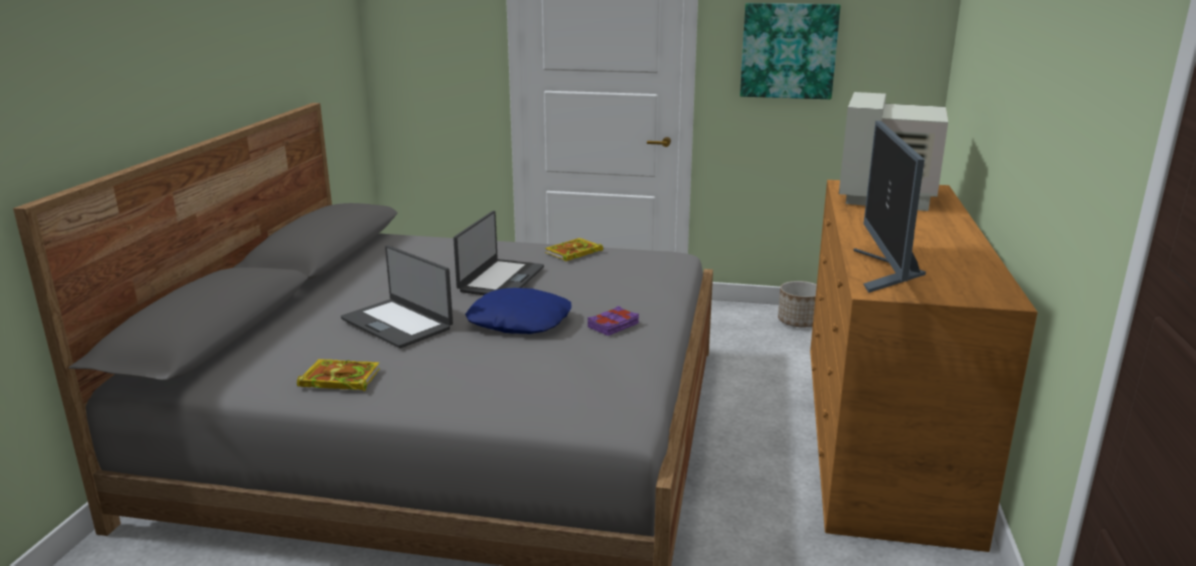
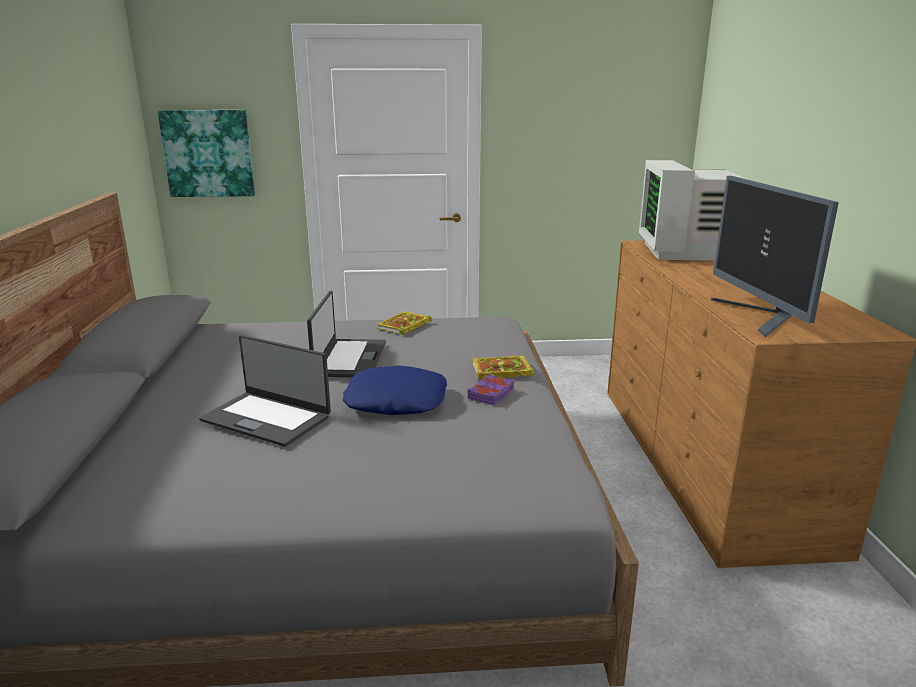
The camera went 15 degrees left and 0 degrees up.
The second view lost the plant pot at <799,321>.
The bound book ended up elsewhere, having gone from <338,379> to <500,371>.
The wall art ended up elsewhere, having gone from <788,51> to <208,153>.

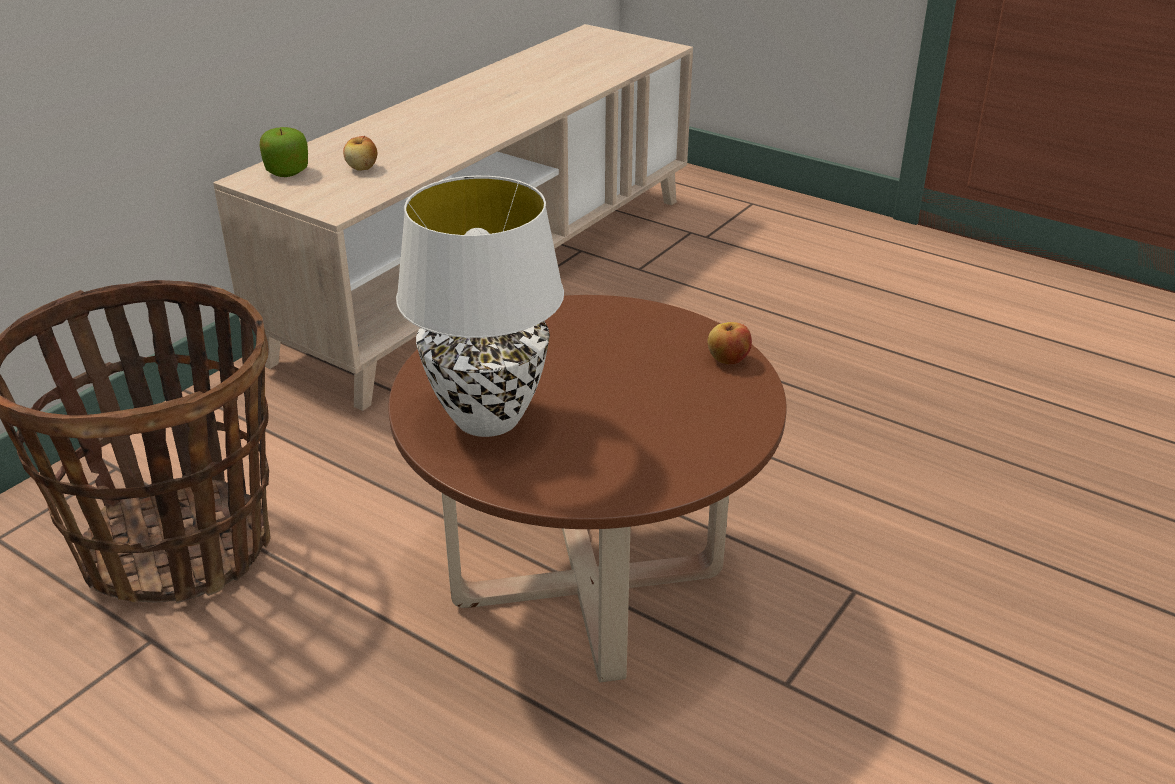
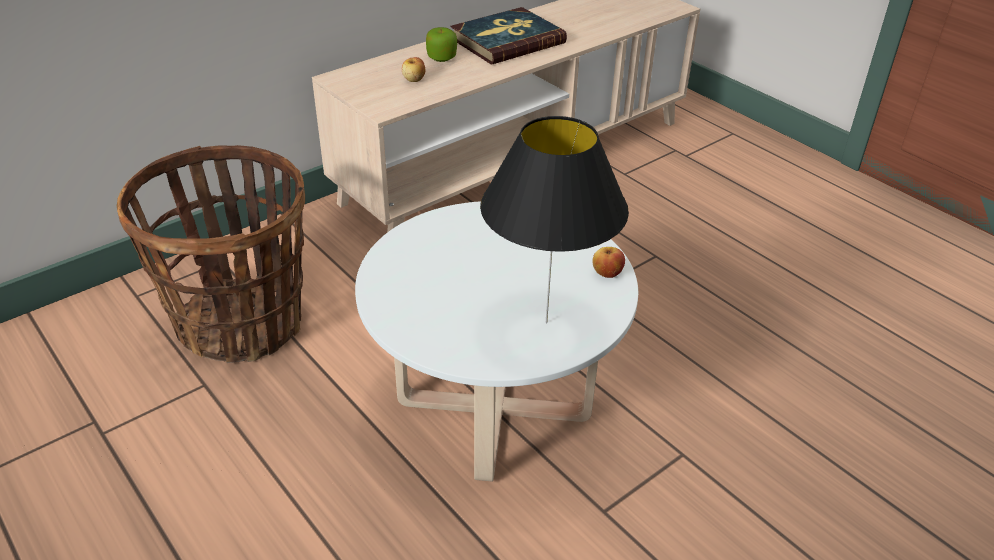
The camera went 15 degrees right and 5 degrees up.
The second view lost the white-coloured lamp for a table at <489,419>.
The second view gained the bound book at <507,41>.
The second view gained the black lamp for a table at <547,322>.
The whole apple ended up elsewhere, having gone from <287,171> to <442,57>.
What was the brown coffee table at <587,584> turned into the white-coloured coffee table at <494,408>.

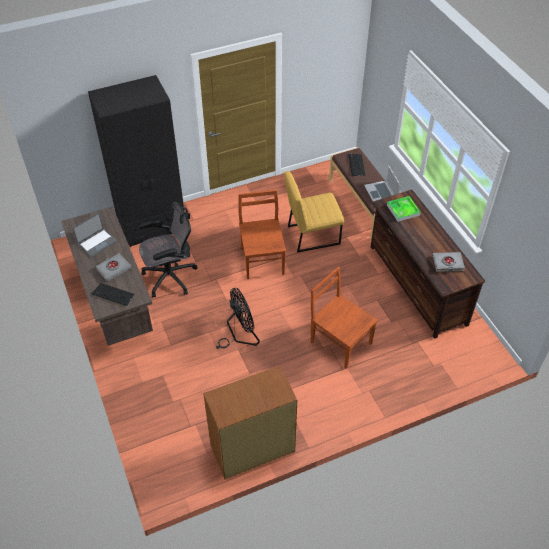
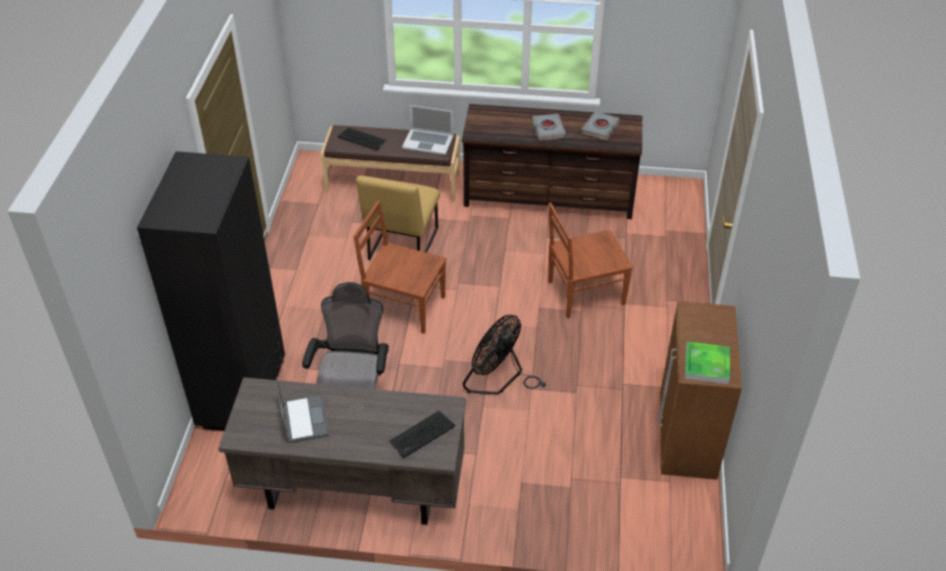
The camera went 60 degrees left and 5 degrees down.
The gray bound book ended up elsewhere, having gone from <113,268> to <548,129>.
The serving tray ended up elsewhere, having gone from <403,210> to <706,365>.
The black cooling fan at <238,331> ended up facing another way, 60 degrees counterclockwise from before.

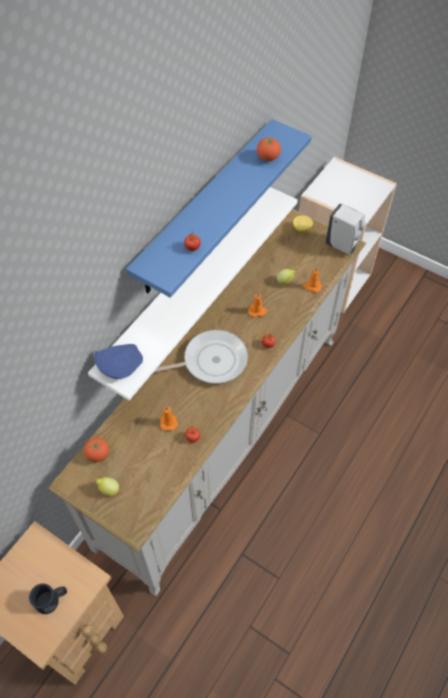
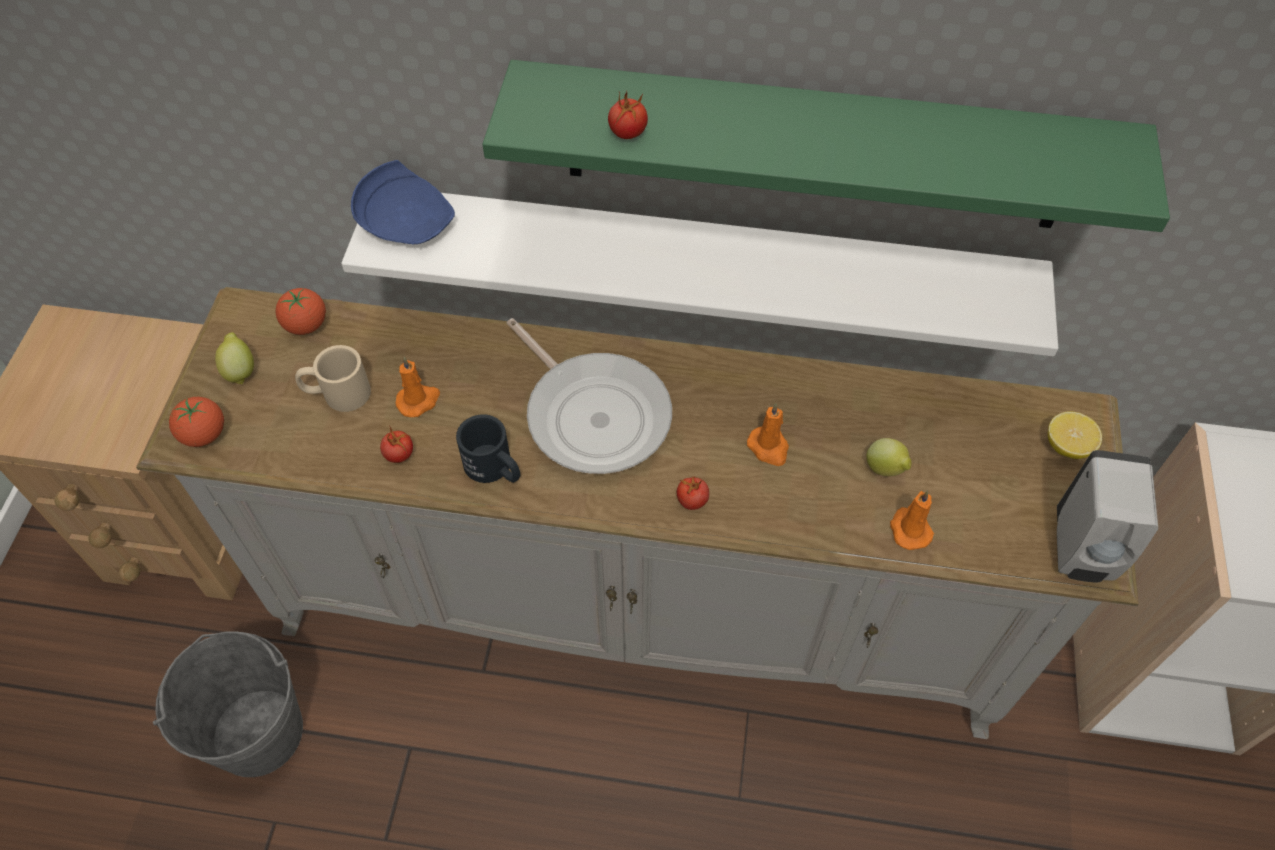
The camera went 65 degrees right and 0 degrees up.
The second view gained the gray water bucket at <258,732>.
The second view gained the beige tea mug at <337,393>.
The black tea mug ended up elsewhere, having gone from <52,599> to <495,469>.
The whole tomato ended up elsewhere, having gone from <268,157> to <204,434>.
What was the blue wall shelf at <205,208> turned into the green wall shelf at <815,147>.

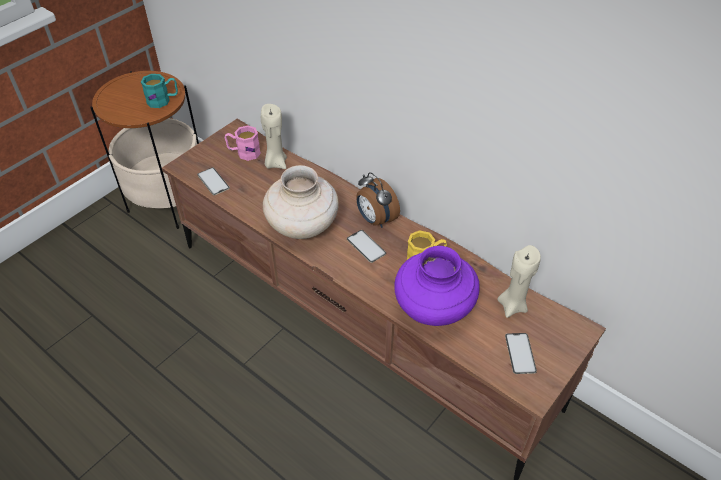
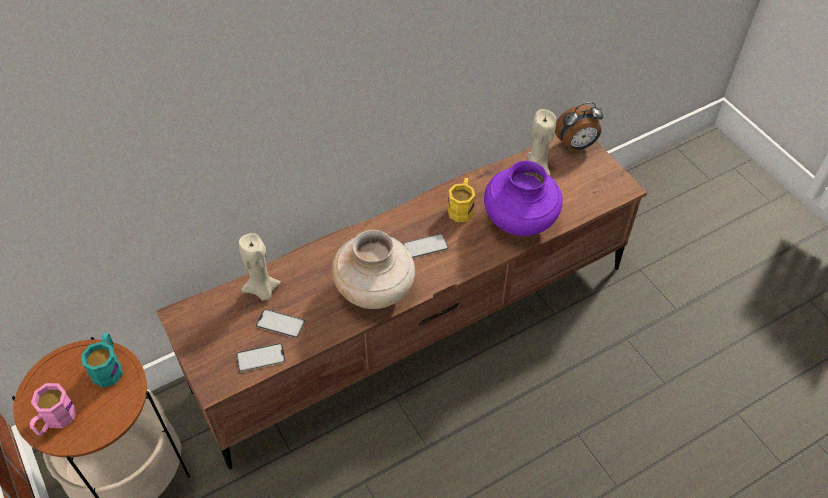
The camera went 70 degrees left and 5 degrees up.
The pink-coloured tea mug ended up elsewhere, having gone from <244,152> to <55,420>.
The alarm clock ended up elsewhere, having gone from <375,220> to <576,145>.
The handset ended up elsewhere, having gone from <520,353> to <280,323>.

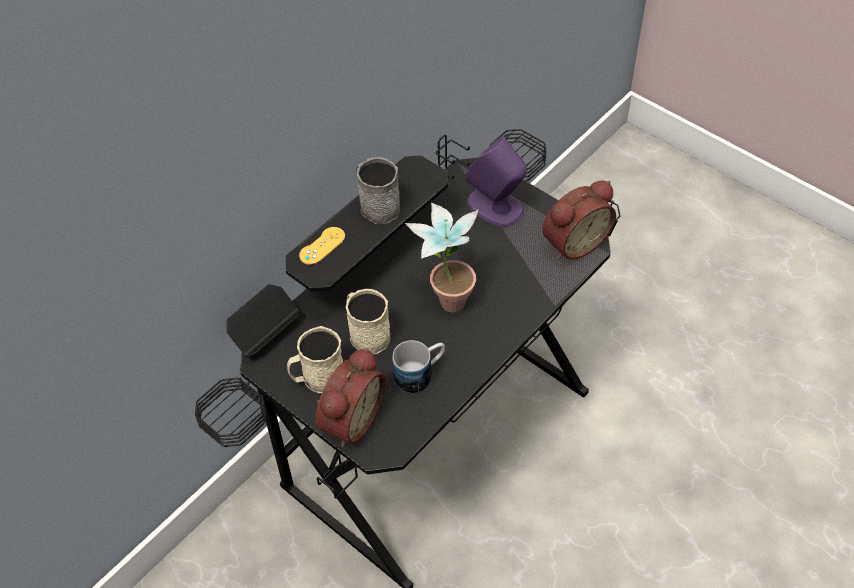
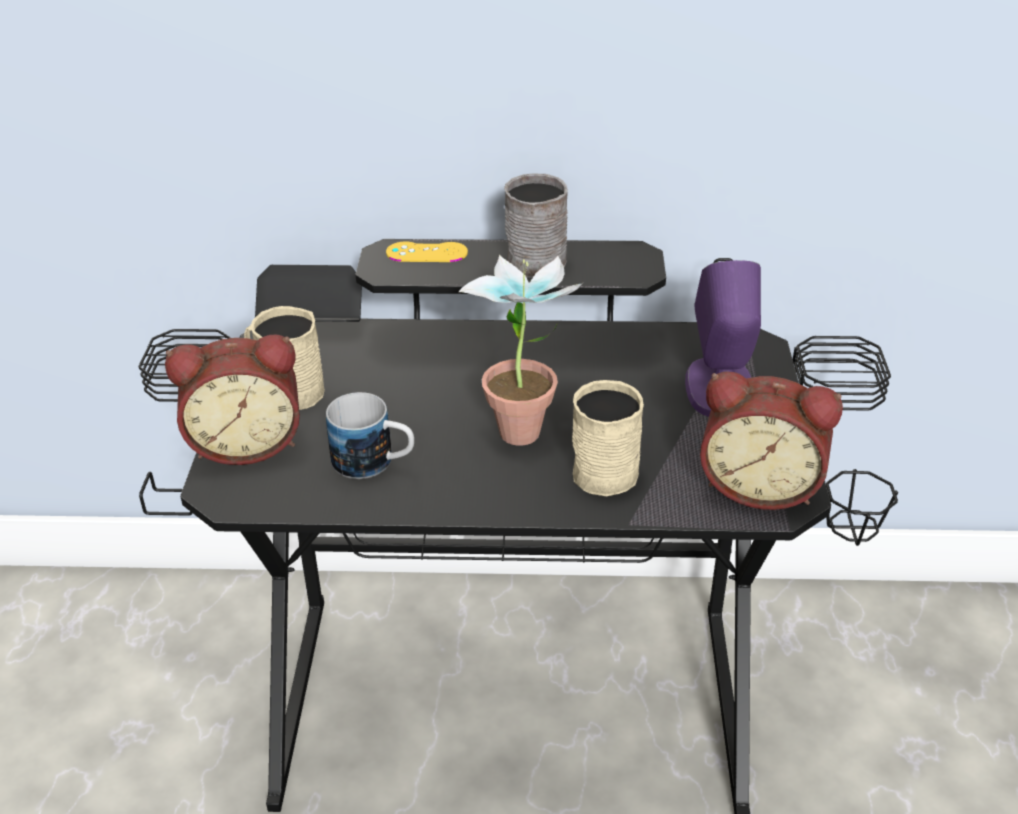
The camera went 50 degrees right and 15 degrees down.
The beige tea mug ended up elsewhere, having gone from <366,334> to <606,466>.

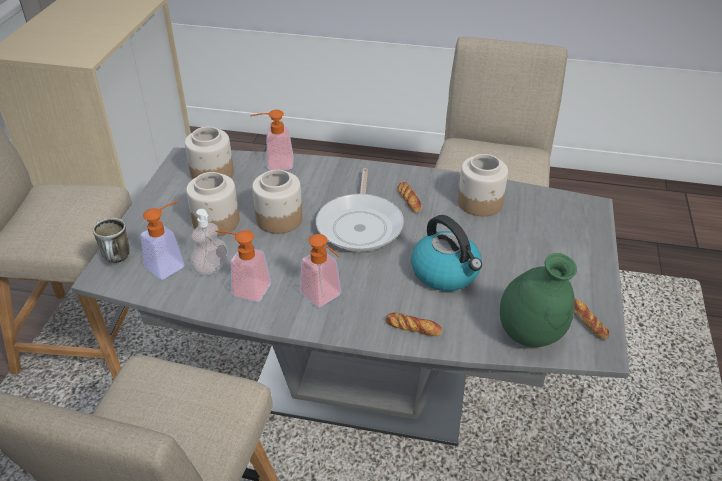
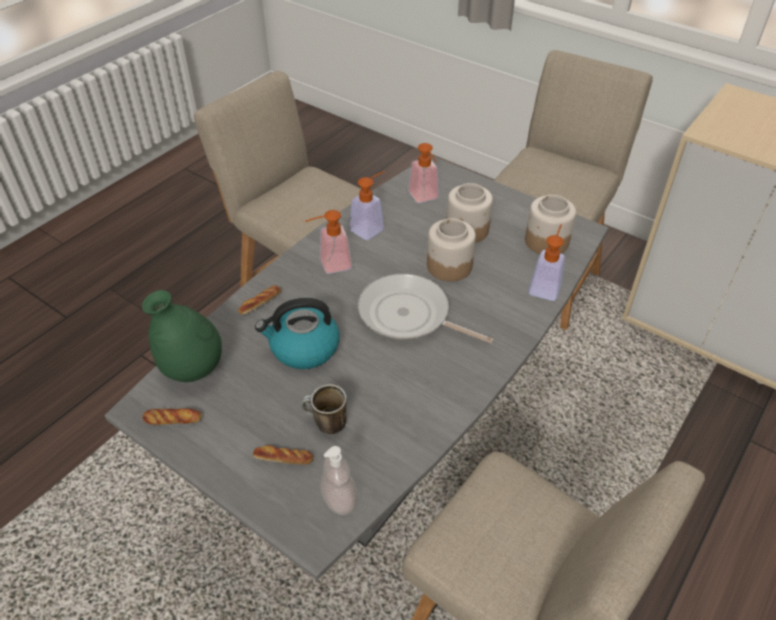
The camera went 115 degrees right and 5 degrees up.
The second view lost the jar at <480,203>.
The tea mug ended up elsewhere, having gone from <118,259> to <325,424>.
The liquid soap bottle ended up elsewhere, having gone from <211,268> to <339,499>.
The baked bread ended up elsewhere, having gone from <409,200> to <283,458>.

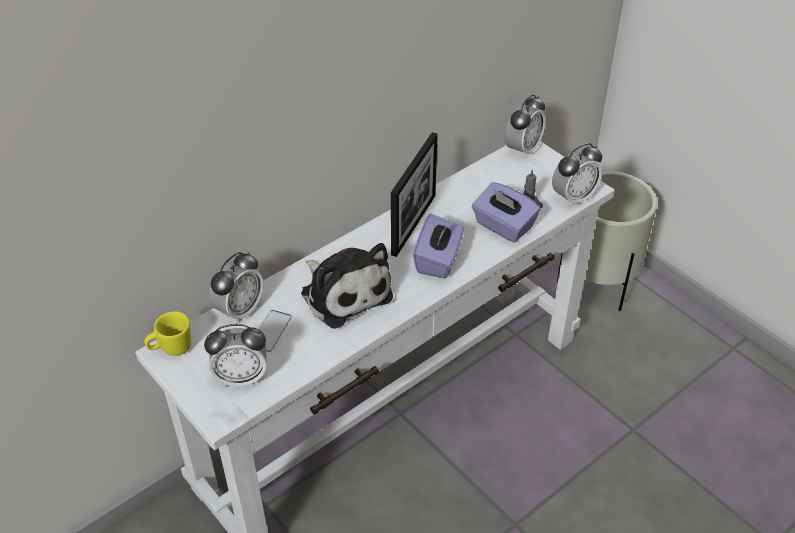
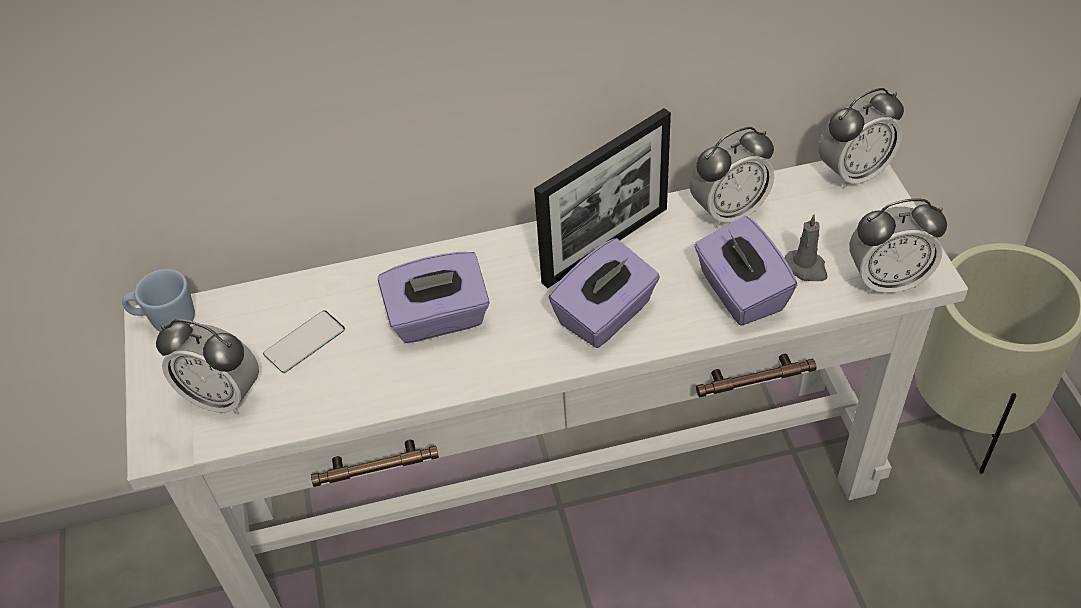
The camera went 30 degrees right and 5 degrees up.
The alarm clock ended up elsewhere, having gone from <239,310> to <728,211>.
Where the cuddly toy stood at <344,292>, the purple-coloured tissue holder came to stand at <439,319>.
What was the yellowish tea mug at <171,349> turned into the blue tea mug at <166,321>.

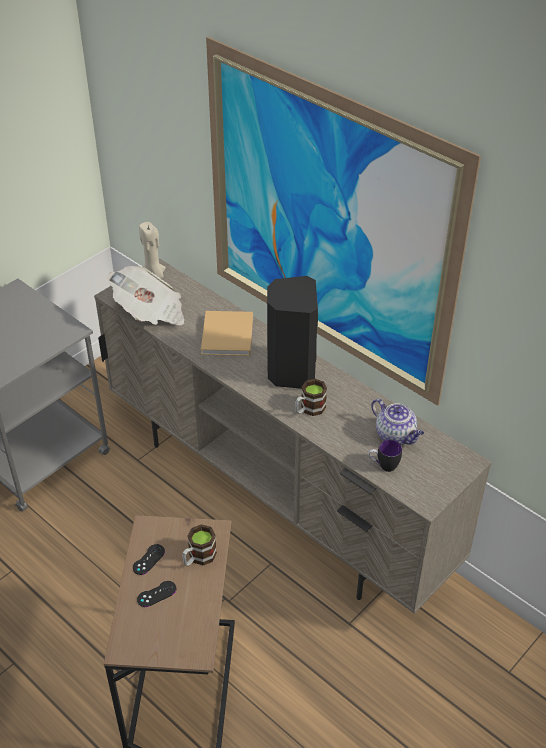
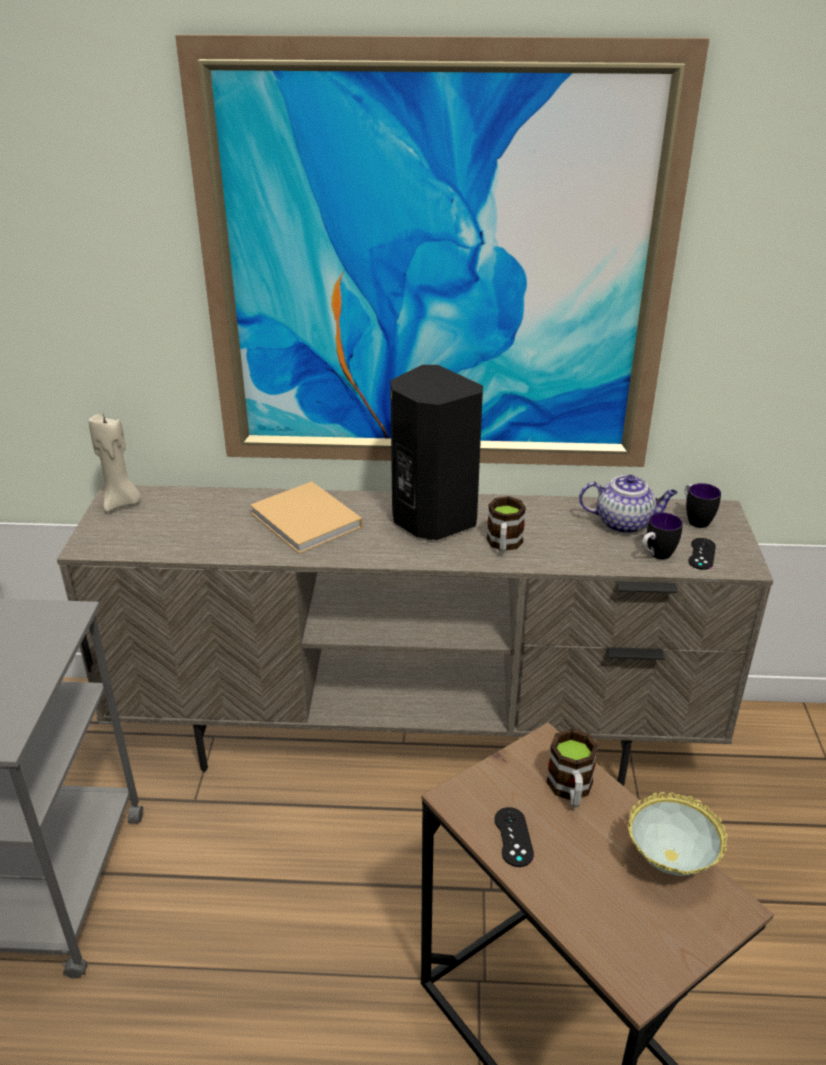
The camera went 40 degrees left and 10 degrees down.
The second view lost the daily paper at <150,313>.
The second view gained the deep dish at <669,863>.
The second view gained the tea mug at <695,519>.
The black gamepad ended up elsewhere, having gone from <156,594> to <702,554>.

